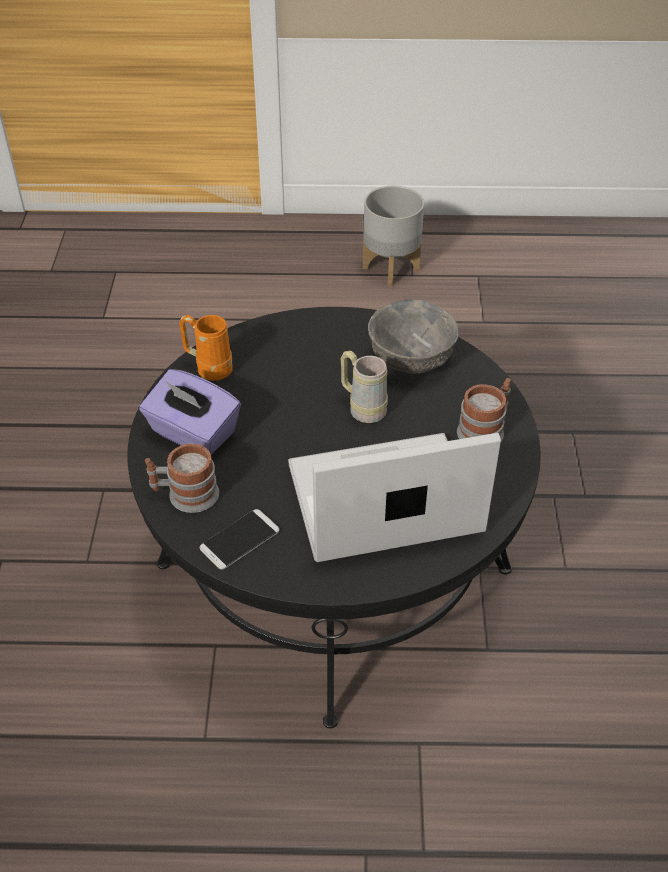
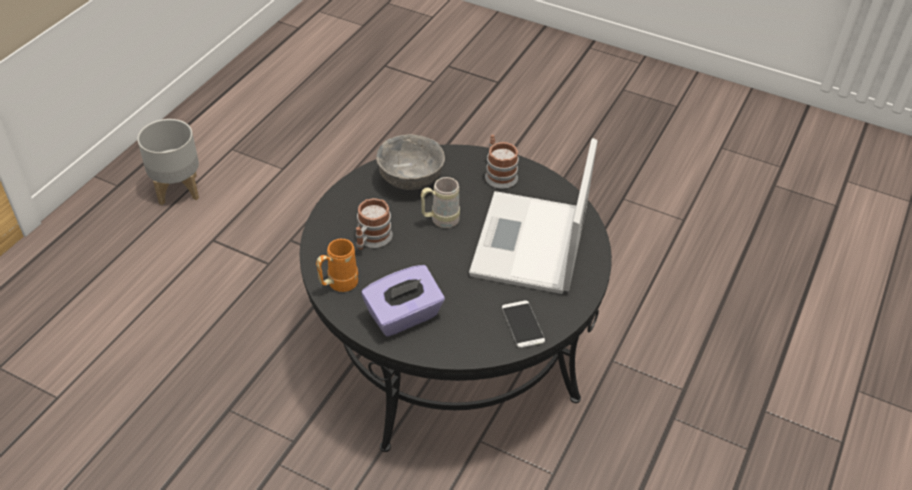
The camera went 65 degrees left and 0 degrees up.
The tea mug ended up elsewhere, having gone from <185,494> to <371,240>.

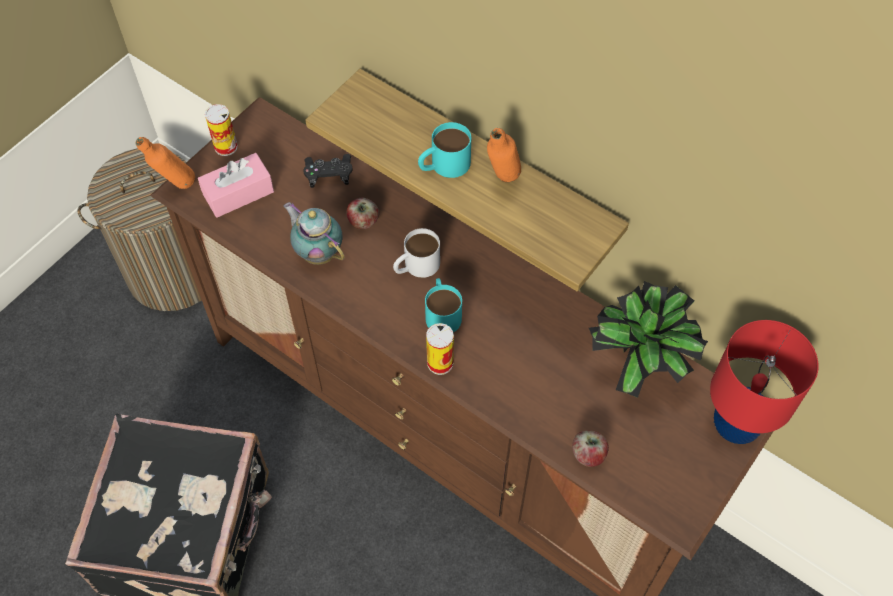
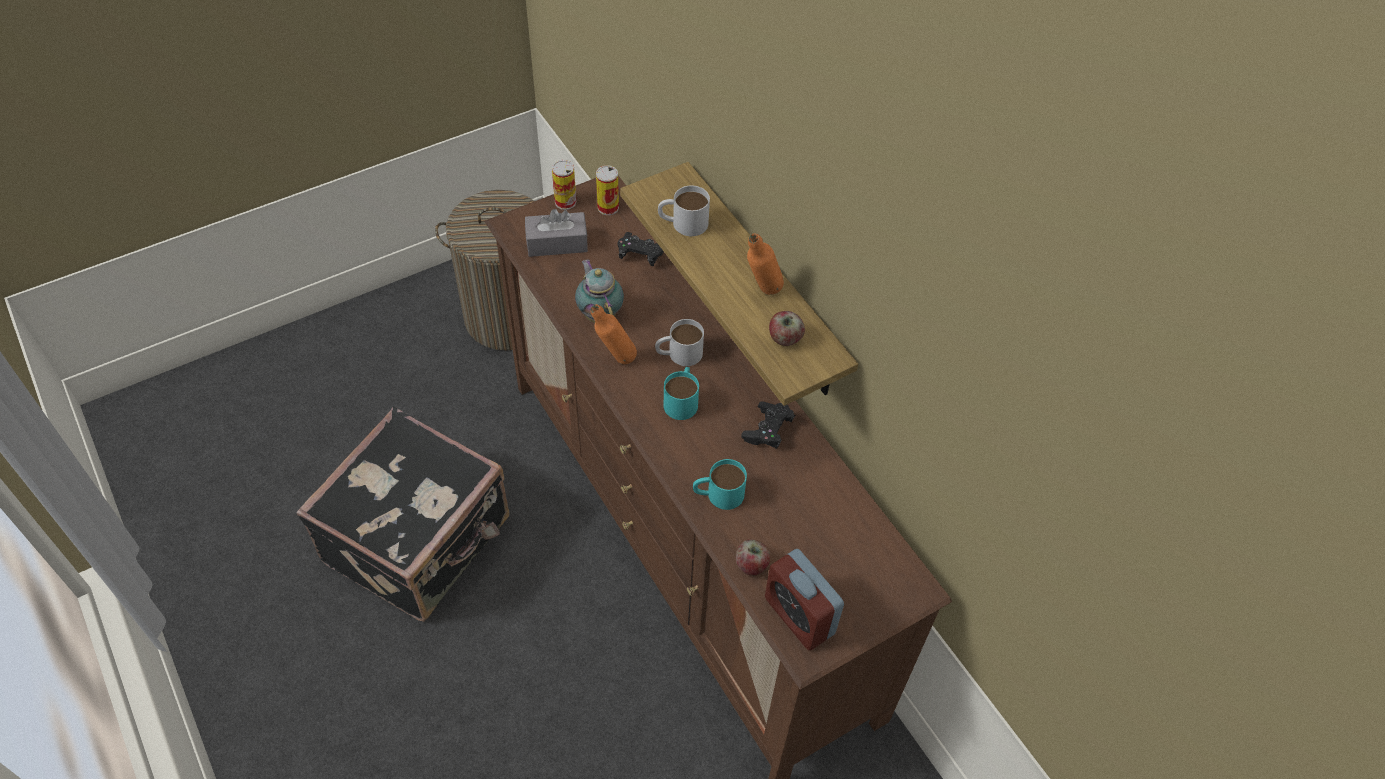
The camera went 20 degrees right and 5 degrees down.
The second view lost the houseplant at <639,368>.
The second view lost the red-coloured lamp for a table at <733,424>.
The second view gained the white-coloured tea mug at <683,223>.
The second view gained the black gamepad at <767,430>.
The second view gained the alarm clock at <799,616>.
The orange-coloured drink bottle ended up elsewhere, having gone from <176,187> to <615,360>.
The whole apple ended up elsewhere, having gone from <363,222> to <784,339>.
The turquoise-coloured tea mug ended up elsewhere, having gone from <443,165> to <718,494>.
The can ended up elsewhere, having gone from <440,363> to <608,207>.
What was the pink-coloured tissue holder at <238,193> turned into the gray tissue holder at <557,243>.

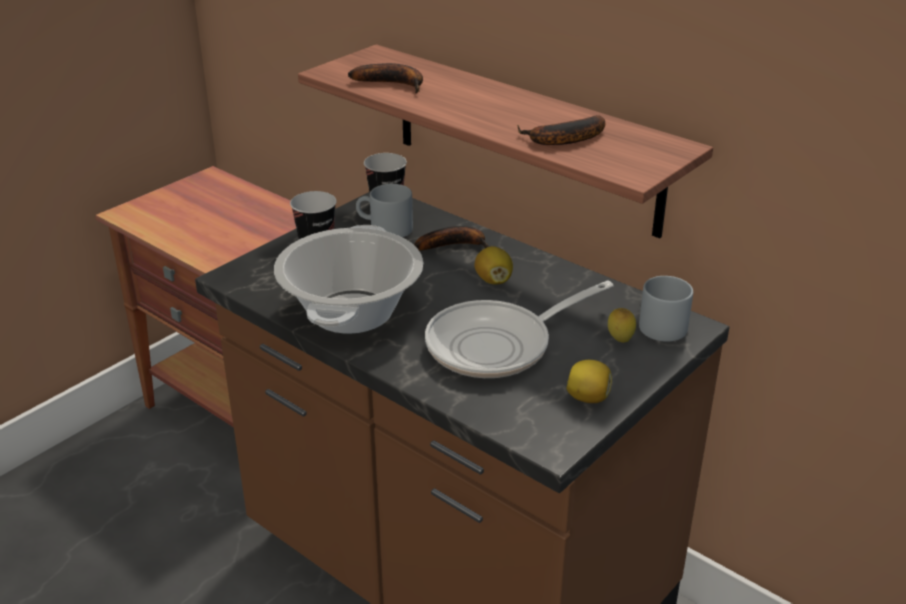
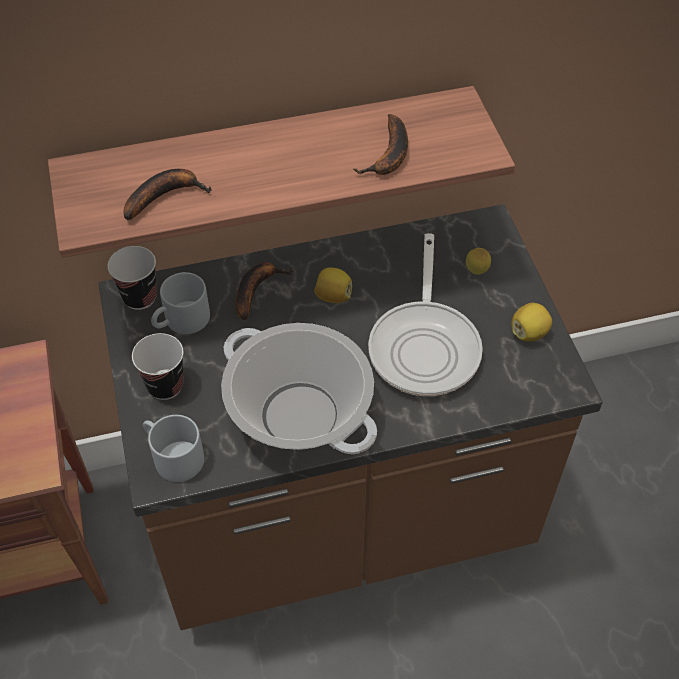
The camera went 55 degrees left and 20 degrees up.
The gray tea mug ended up elsewhere, having gone from <660,323> to <172,456>.

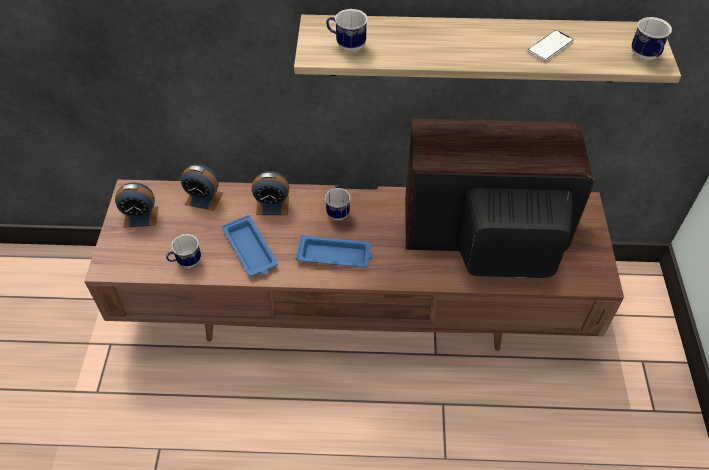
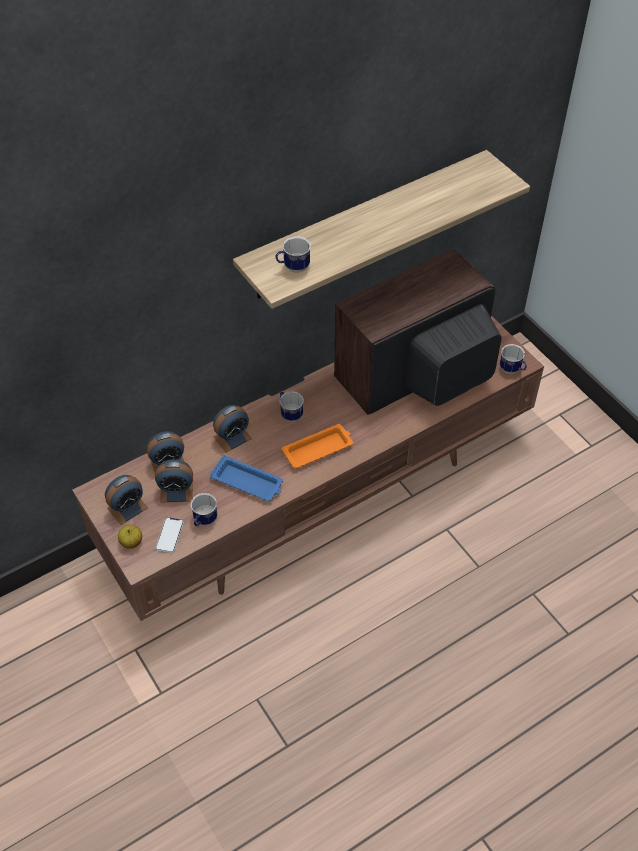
The camera went 35 degrees left and 0 degrees up.
The second view gained the whole apple at <131,542>.
The second view gained the alarm clock at <176,491>.
The handset ended up elsewhere, having gone from <550,46> to <169,535>.
The tea mug ended up elsewhere, having gone from <645,57> to <512,370>.
What was the blue serving tray at <335,255> turned into the orange-coloured serving tray at <319,449>.

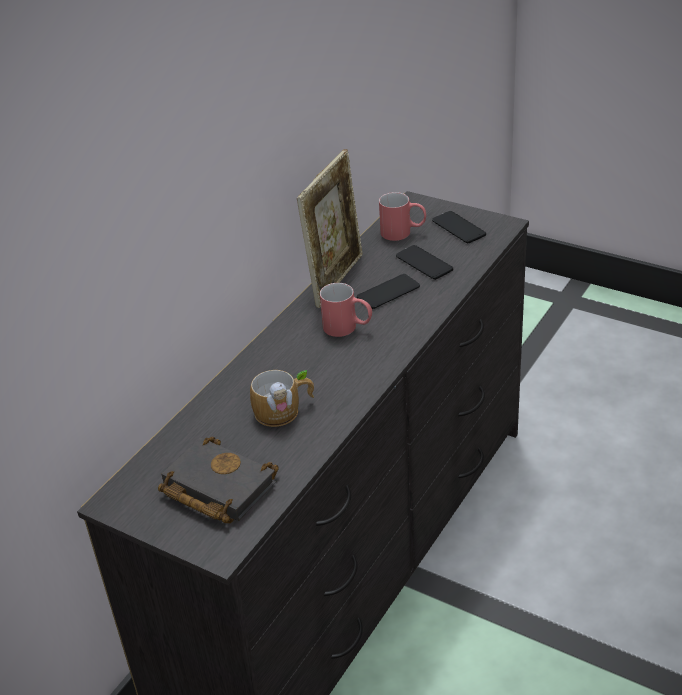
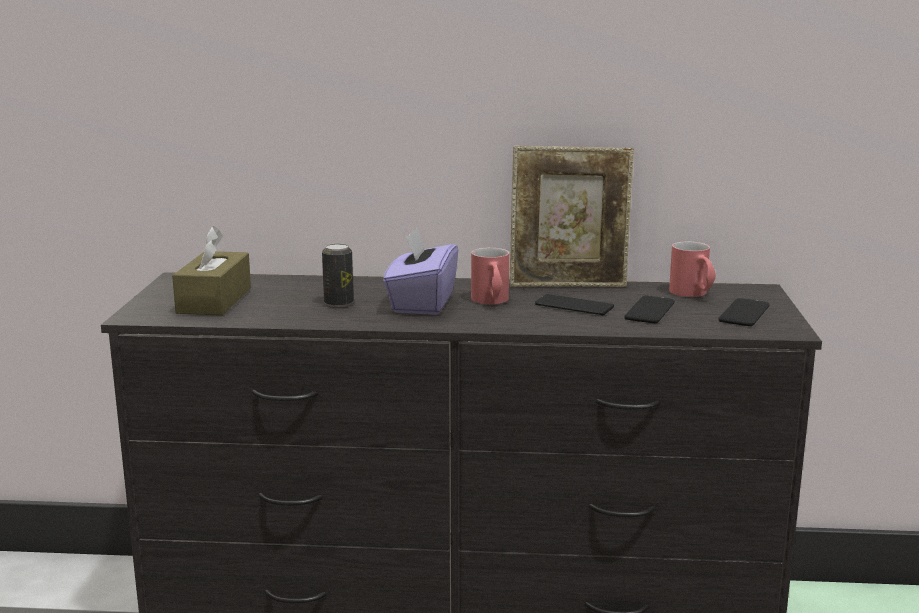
The camera went 60 degrees right and 20 degrees down.
The second view gained the purple-coloured tissue holder at <421,303>.
Where the black bound book stood at <214,487>, the brown tissue holder came to stand at <214,300>.
Where the tea mug stood at <285,410>, the can came to stand at <338,303>.

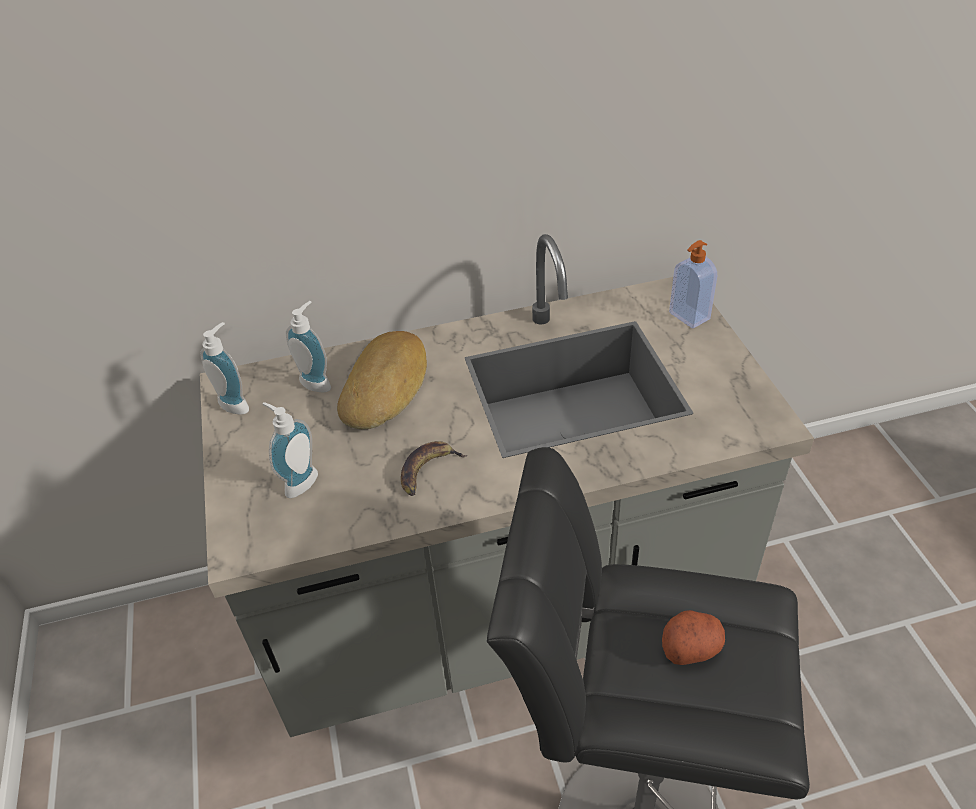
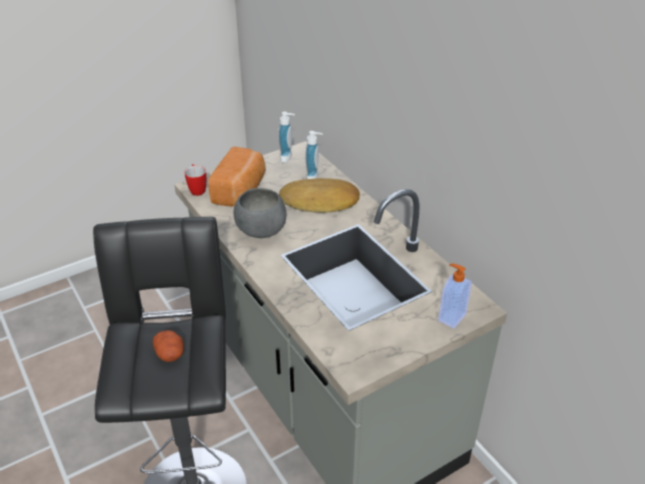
The camera went 70 degrees right and 5 degrees down.
The second view gained the tea mug at <197,189>.
Where the liquid soap bottle stood at <298,482>, the baked bread came to stand at <240,191>.
Where the whole banana stood at <428,471>, the gray deep dish came to stand at <261,230>.

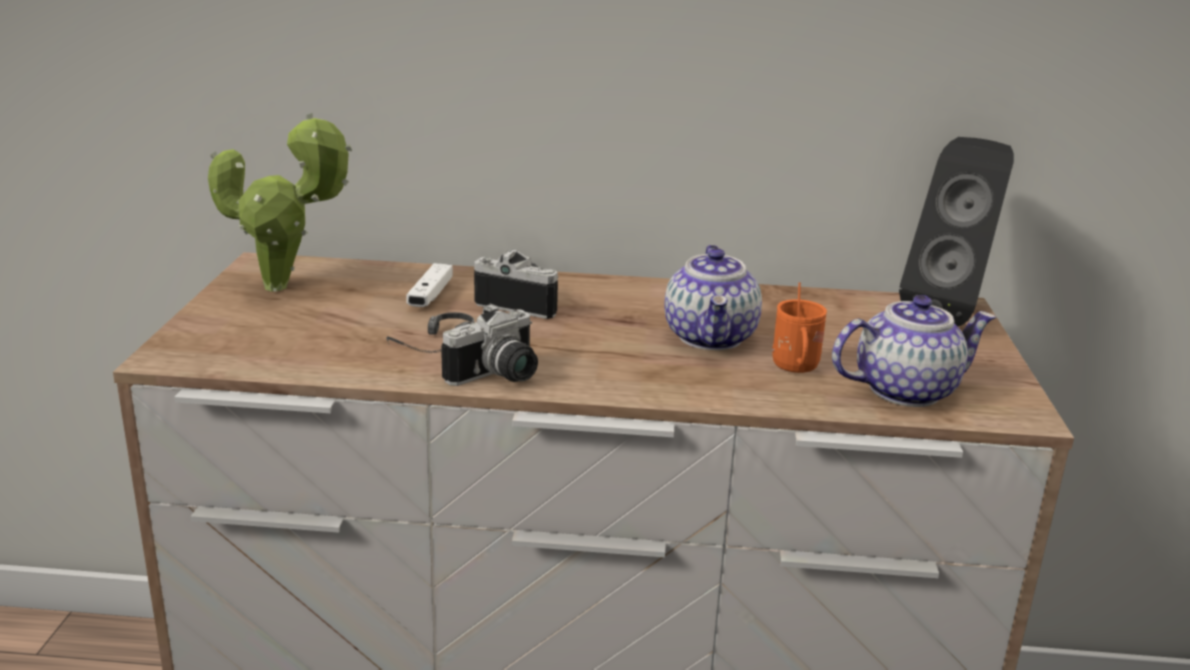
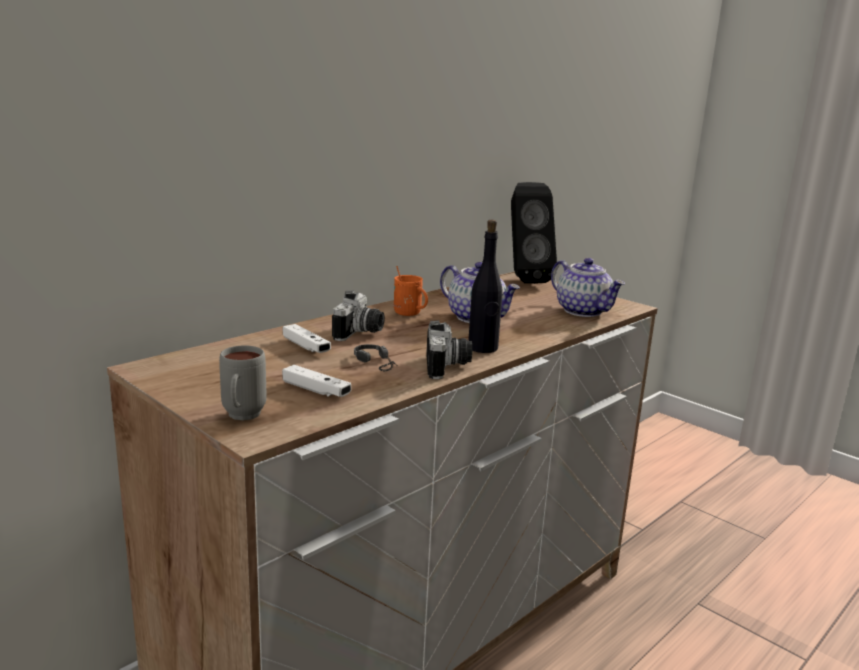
The camera went 50 degrees left and 5 degrees down.
The second view lost the houseplant at <284,287>.
The second view gained the gray tea mug at <242,418>.
The second view gained the white-coloured gamepad at <316,390>.
The second view gained the black drink bottle at <483,348>.
The orange-coloured tea mug ended up elsewhere, having gone from <796,369> to <410,314>.
The photo camera at <522,303> ended up facing another way, 135 degrees clockwise from before.
The tea pot at <905,390> ended up facing another way, 120 degrees clockwise from before.

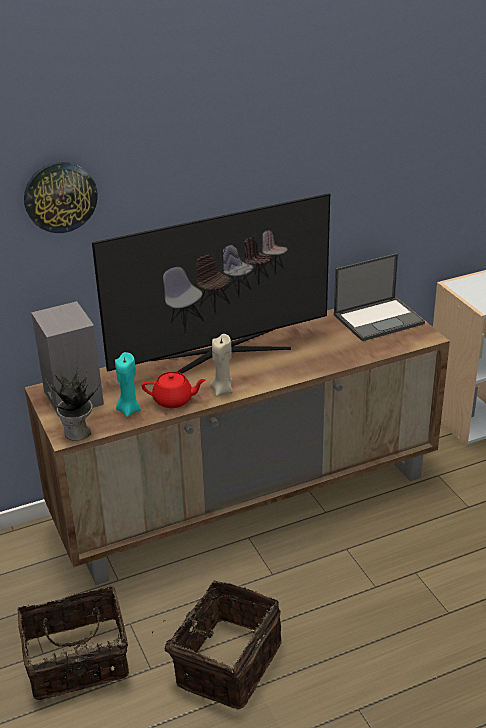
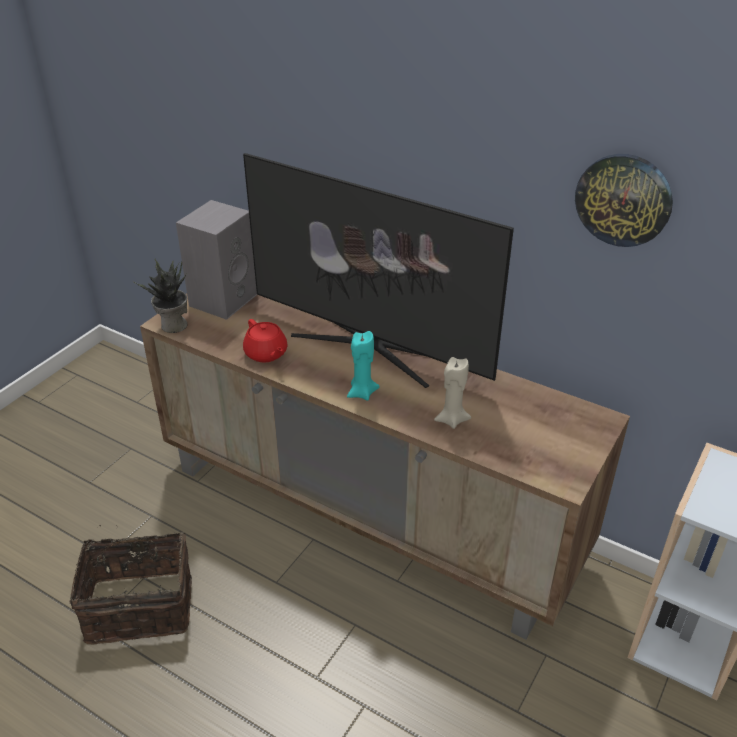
The camera went 55 degrees right and 5 degrees up.
The second view lost the storage basket at <78,664>.
The second view lost the notebook computer at <379,319>.
The wall clock ended up elsewhere, having gone from <60,196> to <623,200>.
The turquoise-coloured wax light ended up elsewhere, having gone from <129,410> to <362,393>.
The beige wax light ended up elsewhere, having gone from <222,390> to <451,420>.

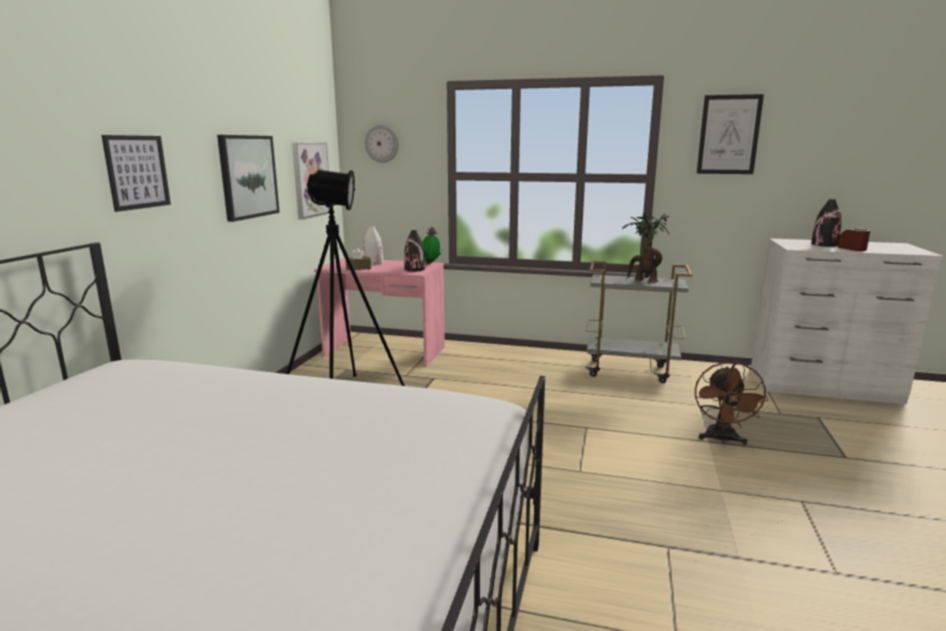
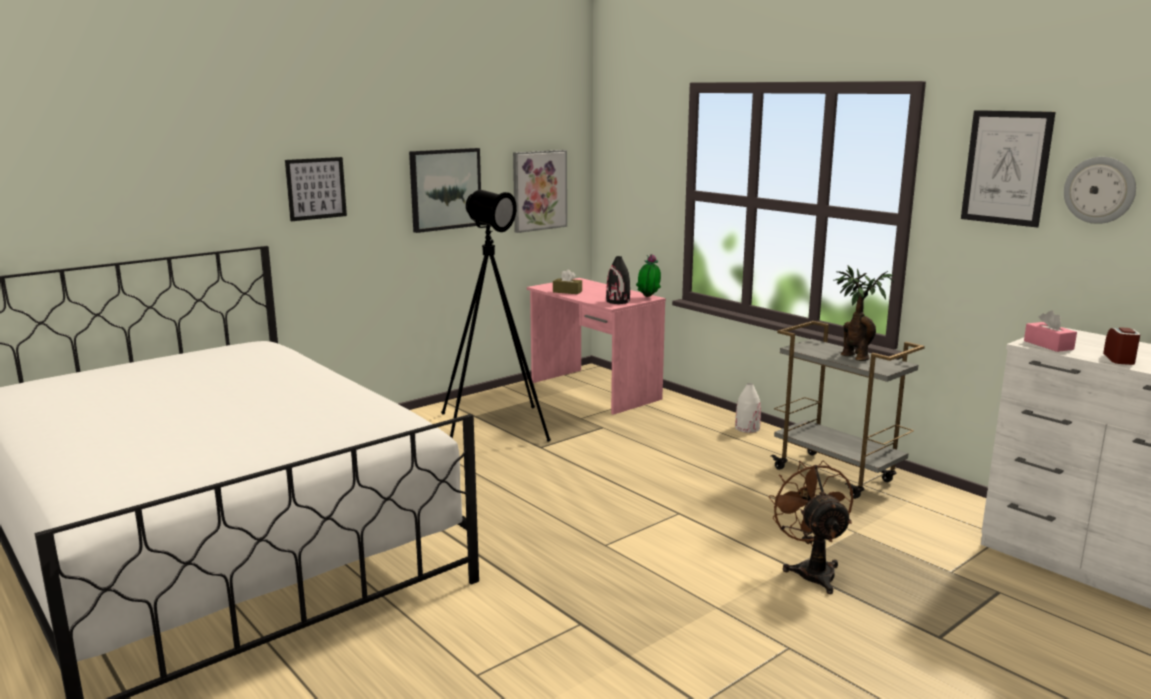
The camera went 35 degrees right and 0 degrees up.
The second view lost the black flower vase at <824,244>.
The second view gained the pink-coloured tissue holder at <1048,345>.
The white-coloured flower vase ended up elsewhere, having gone from <373,263> to <747,428>.
The wall clock ended up elsewhere, having gone from <382,143> to <1099,190>.
The brown cooling fan at <722,439> ended up facing another way, 120 degrees clockwise from before.

